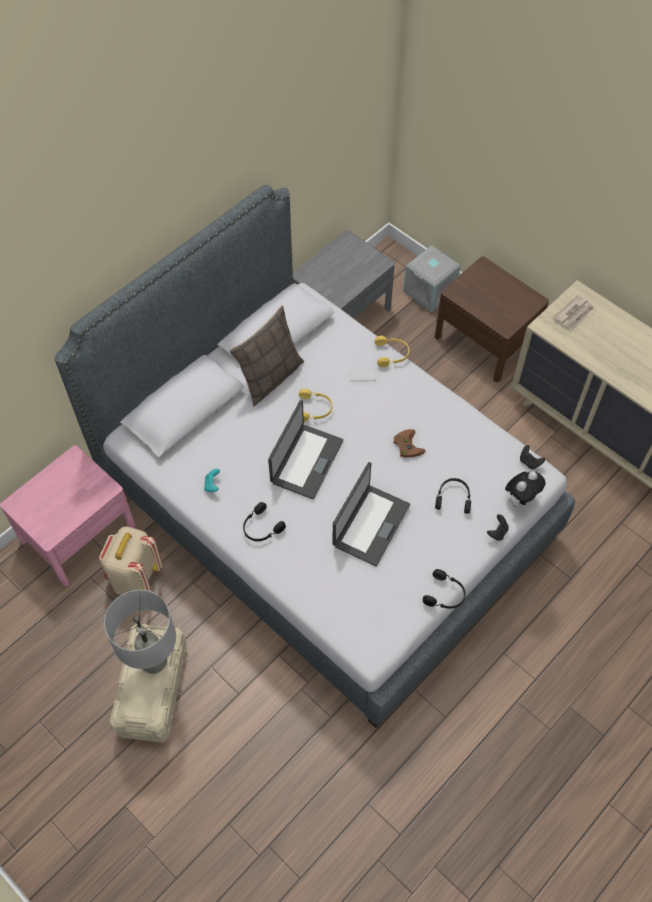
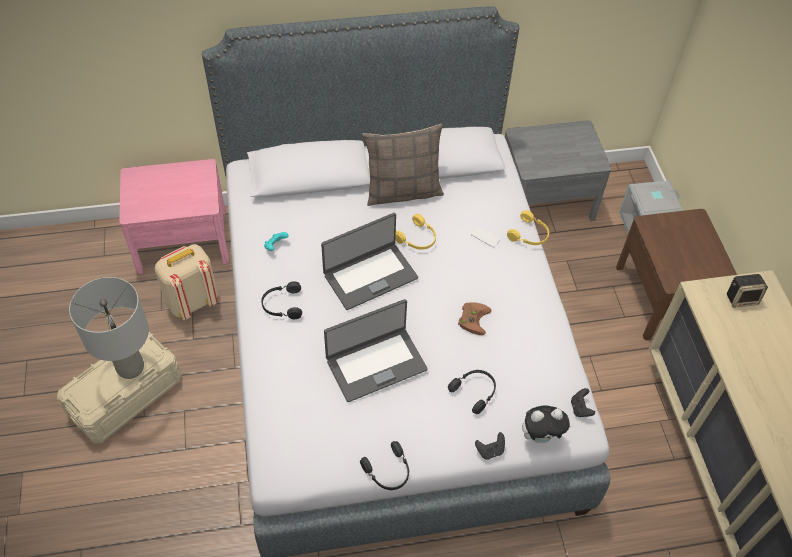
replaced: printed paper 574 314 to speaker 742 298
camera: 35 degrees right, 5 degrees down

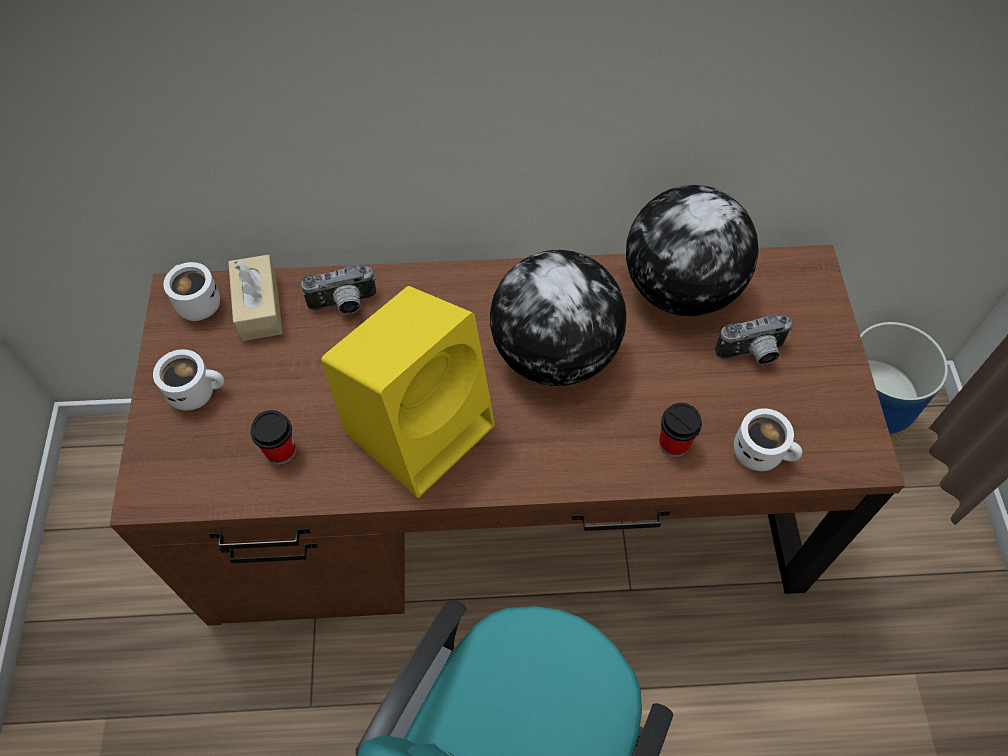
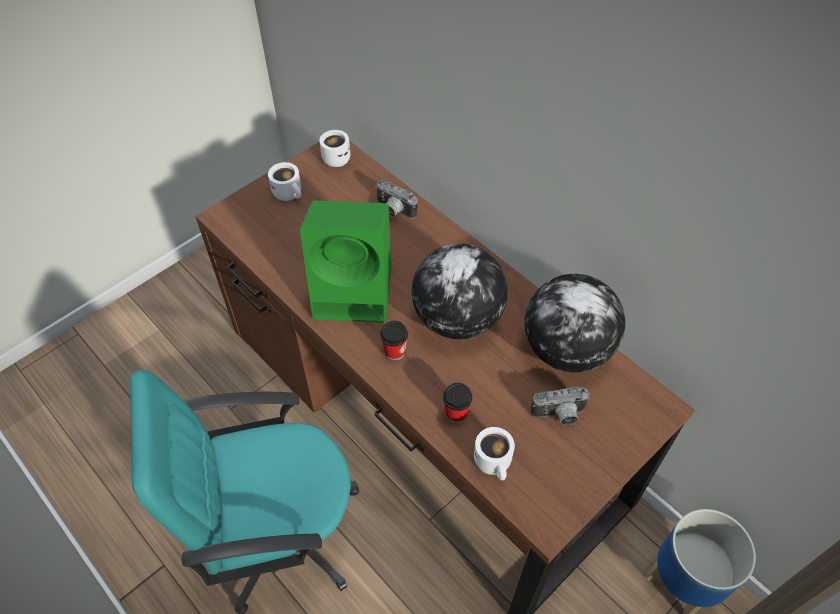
removed: box of tissues in beige 259 307
moved: cup 281 451 to 394 351
recoloured: speaker in yellow 421 425 to speaker in greenish 355 291
turned: still camera 752 355 = 559 415 45 degrees counterclockwise
camera: 50 degrees right, 5 degrees down

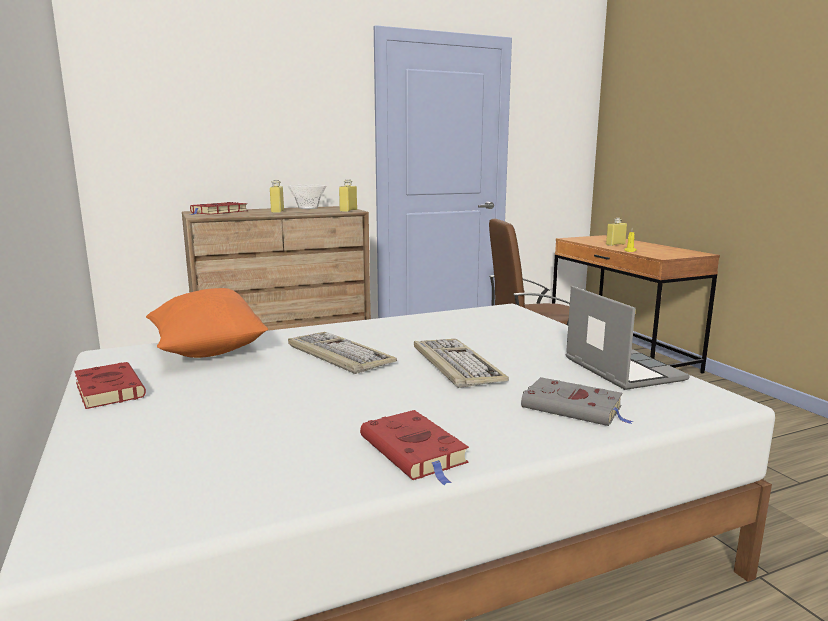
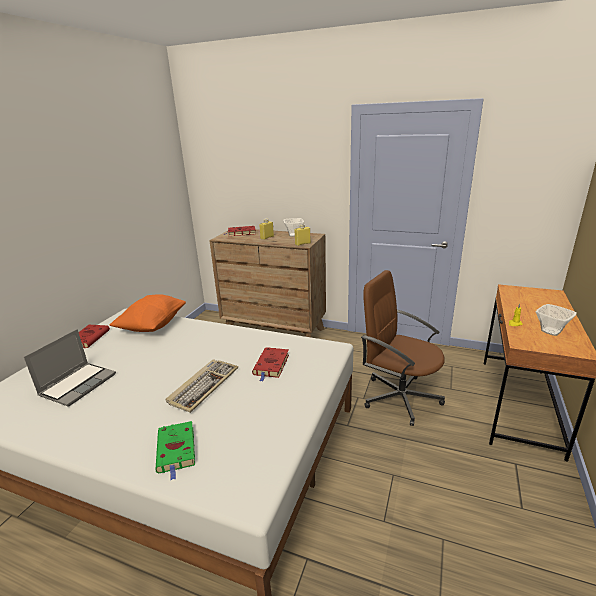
removed: keyboard 338 355; beverage bottle in yellow 615 244
added: bowl 552 331
moved: bound book in reddish 415 452 to 271 365; portable computer 620 369 to 78 384
recoloured: bound book in gray 574 408 to bound book in greenish 176 450
camera: 45 degrees right, 10 degrees up

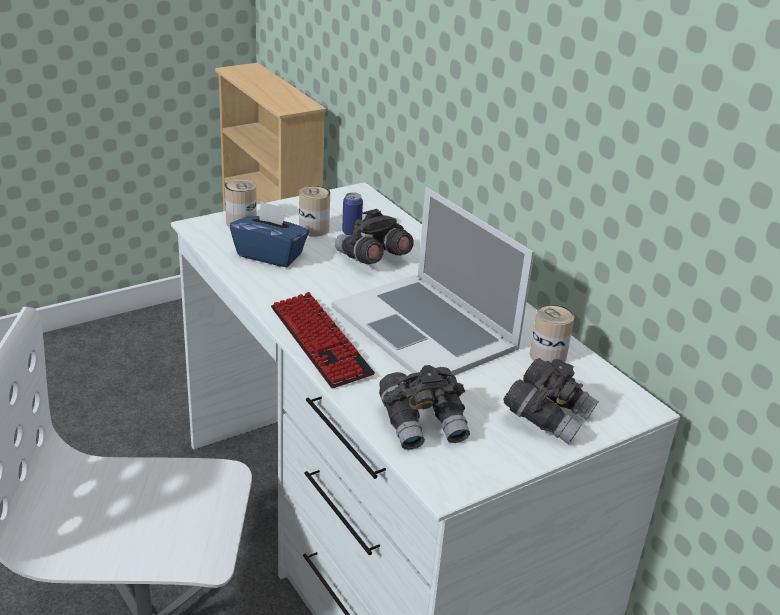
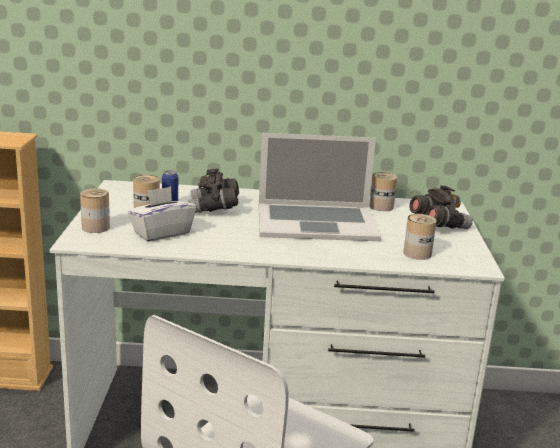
removed: keyboard 320 341
replaced: pair of binoculars in gray 424 424 to can 417 253
recoloured: box of tissues in blue 270 255 to box of tissues in white 161 233
camera: 55 degrees left, 10 degrees down

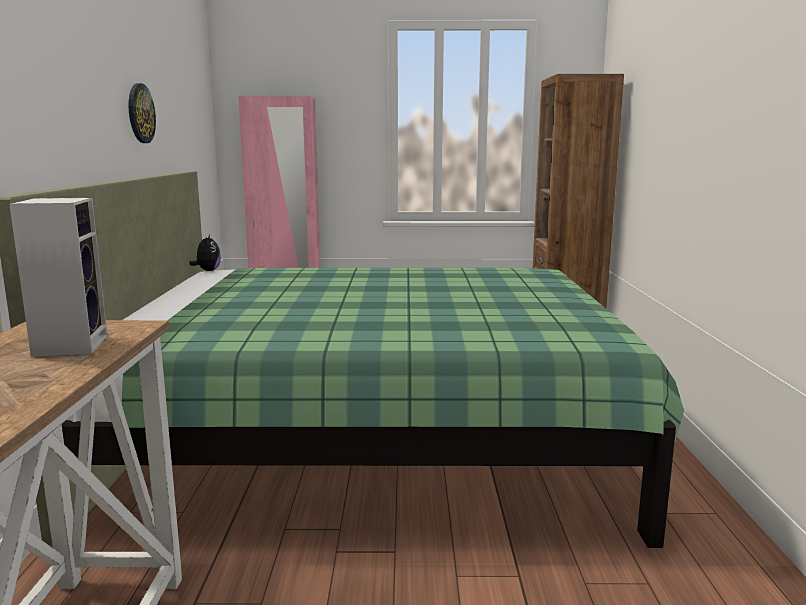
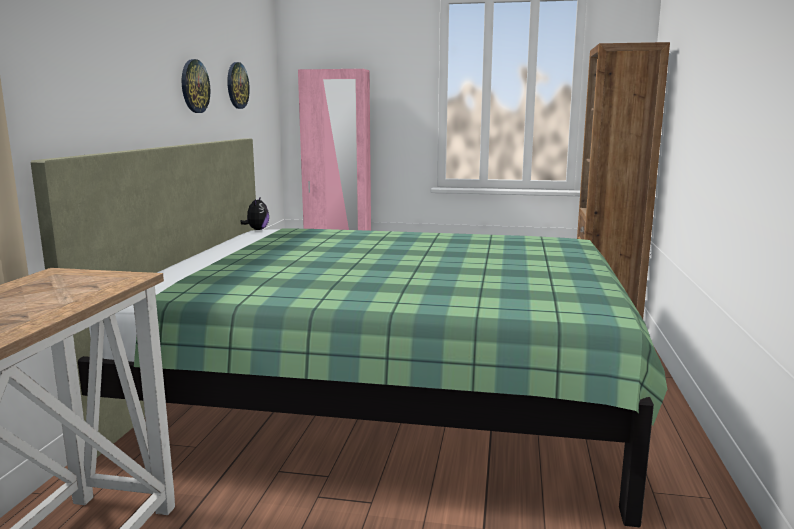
removed: speaker 70 345
added: wall clock 237 85
camera: 10 degrees right, 0 degrees up

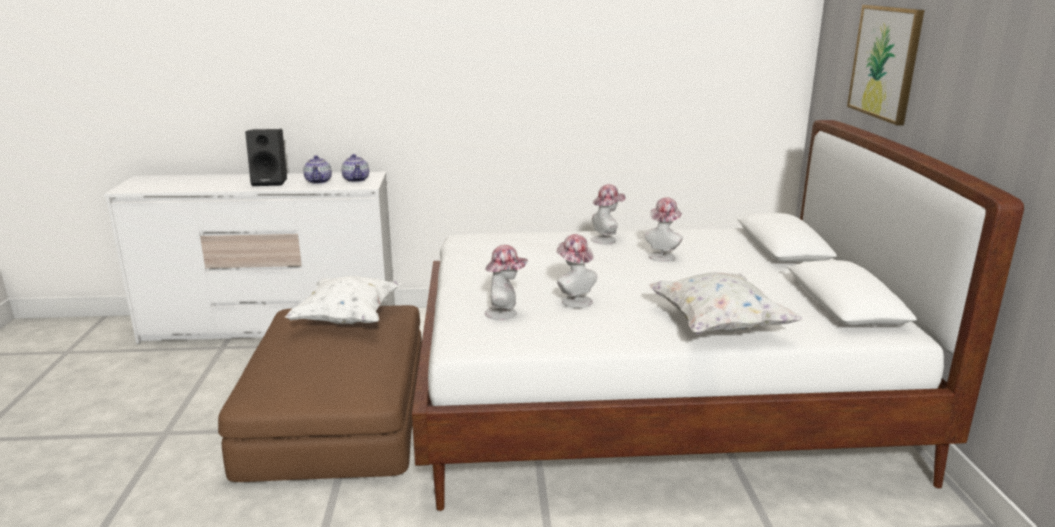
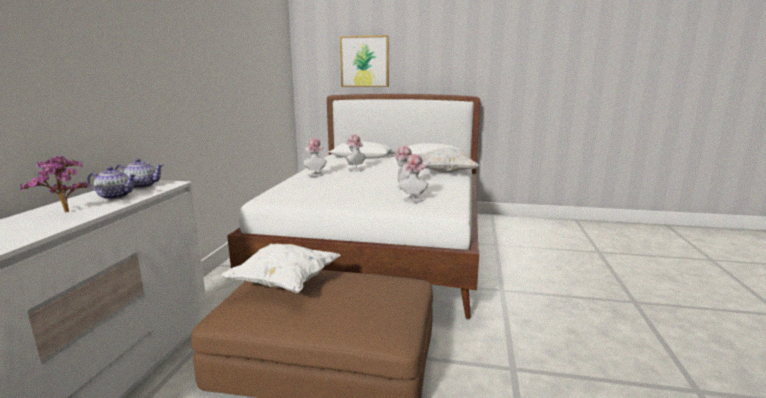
replaced: speaker in black-coloured 271 182 to potted plant 66 213
camera: 75 degrees left, 5 degrees down

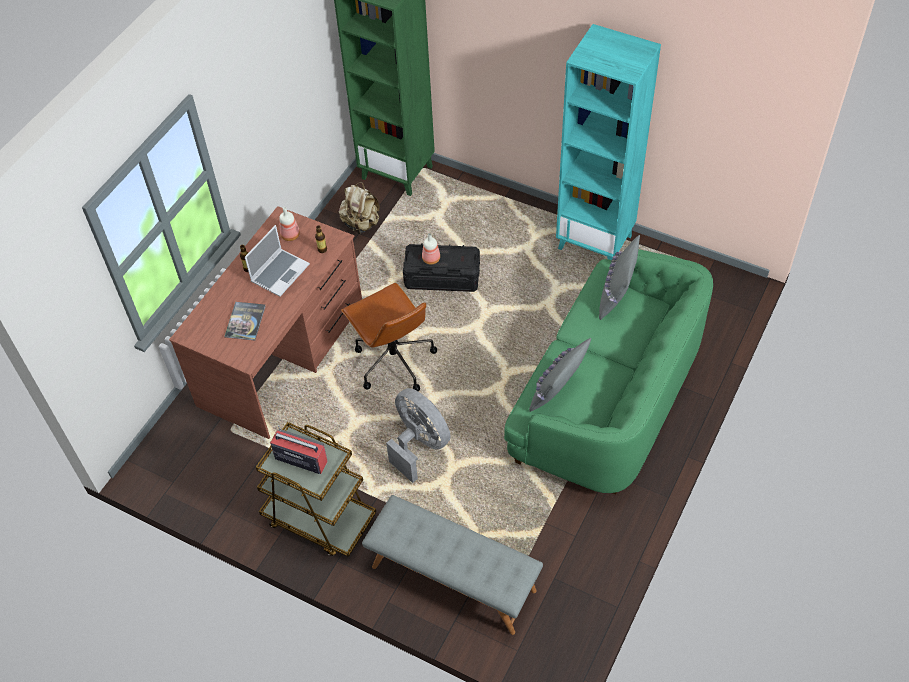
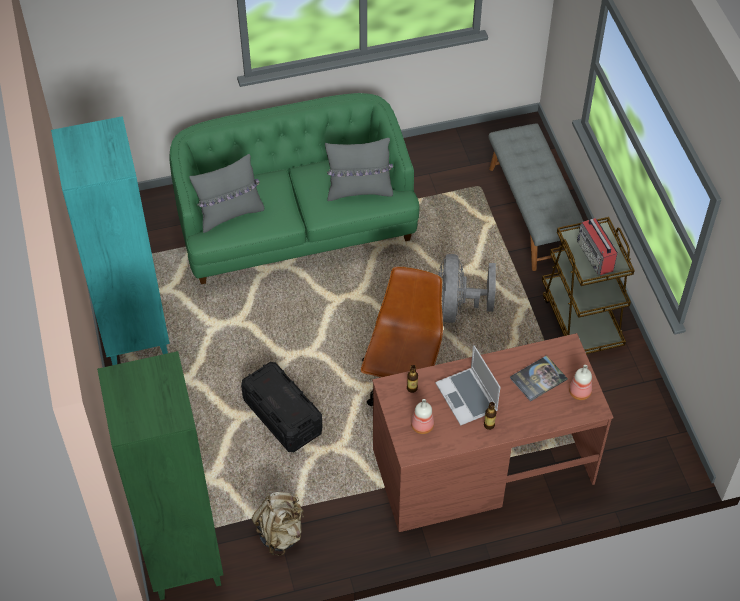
moved: beverage bottle 430 259 to 580 393
turned: portable computer 280 273 = 467 398 105 degrees counterclockwise
camera: 135 degrees left, 0 degrees up

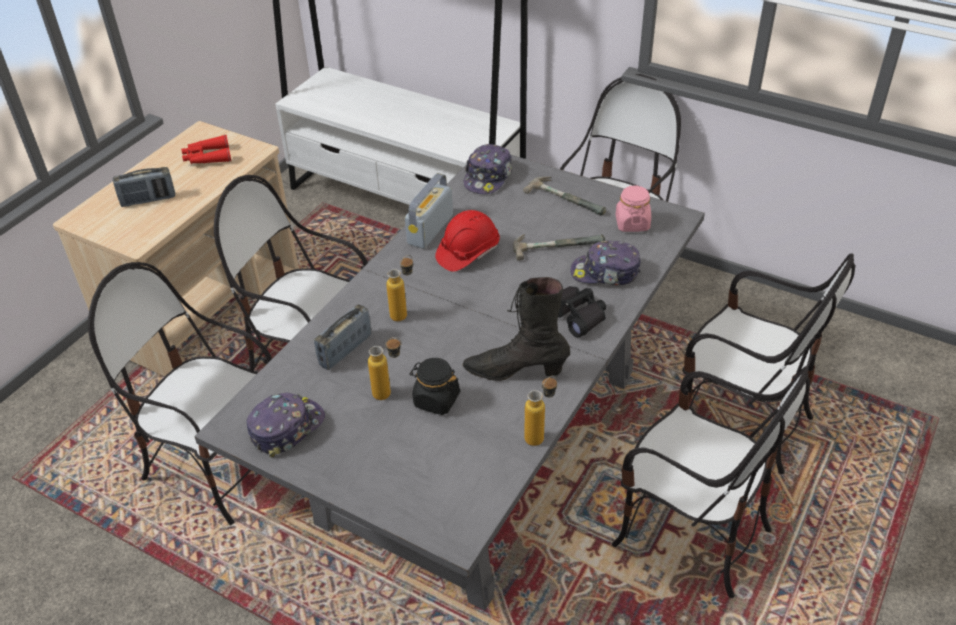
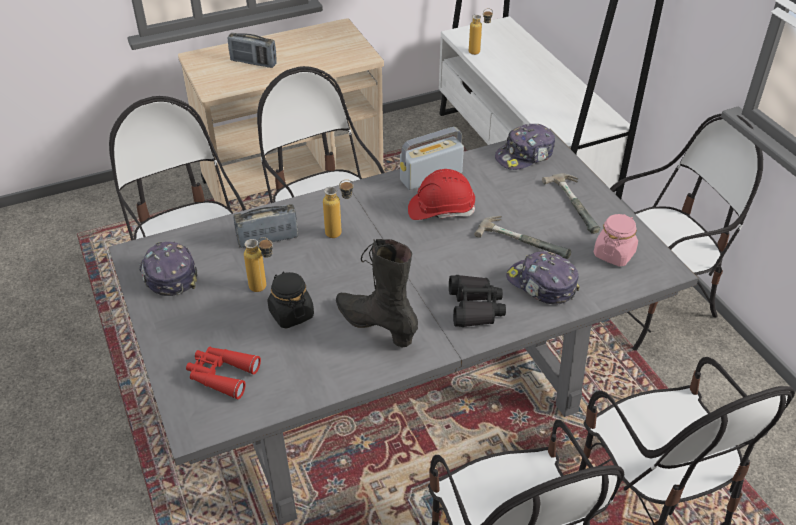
moved: pair of binoculars in reddish 207 157 to 221 375; beverage bottle 540 435 to 479 52
turned: peaked cap 286 428 = 169 274 105 degrees counterclockwise
camera: 35 degrees right, 0 degrees up

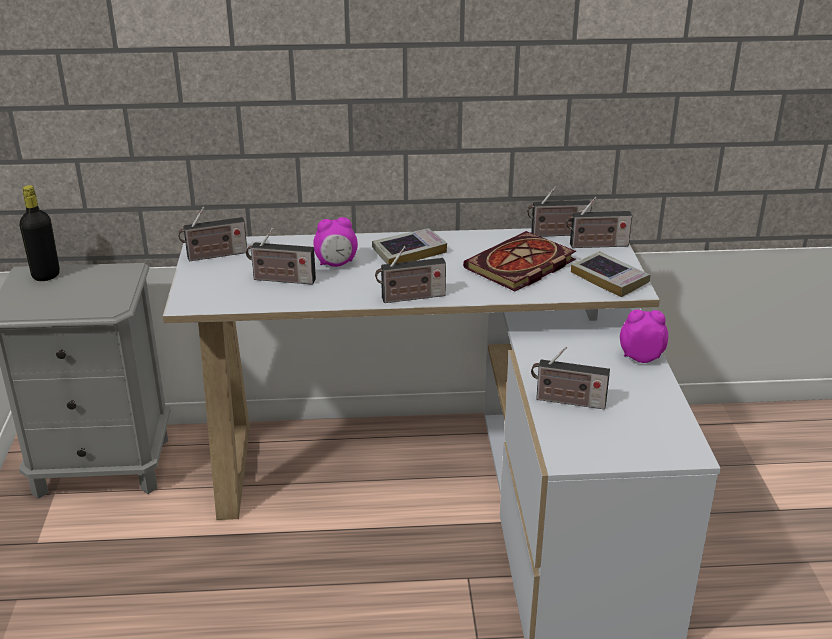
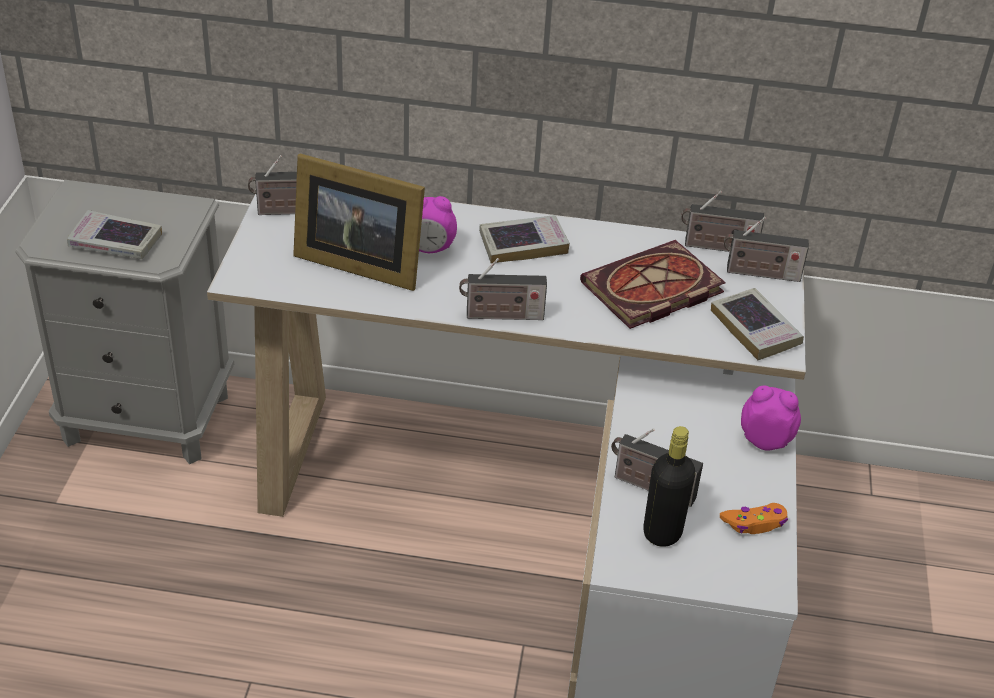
added: bound book 115 242; joypad in orange-coloured 754 523
moved: beverage bottle in black-coloured 46 275 to 662 533
replaced: radio receiver 281 280 to picture frame 357 262
camera: 10 degrees right, 10 degrees up

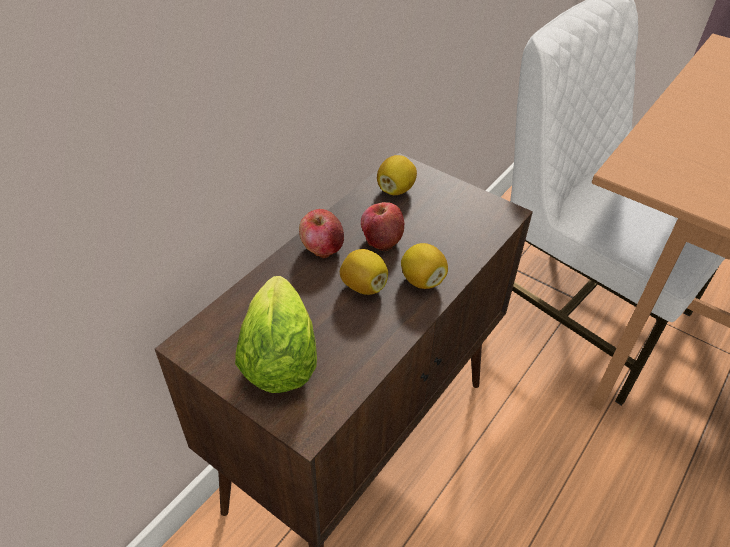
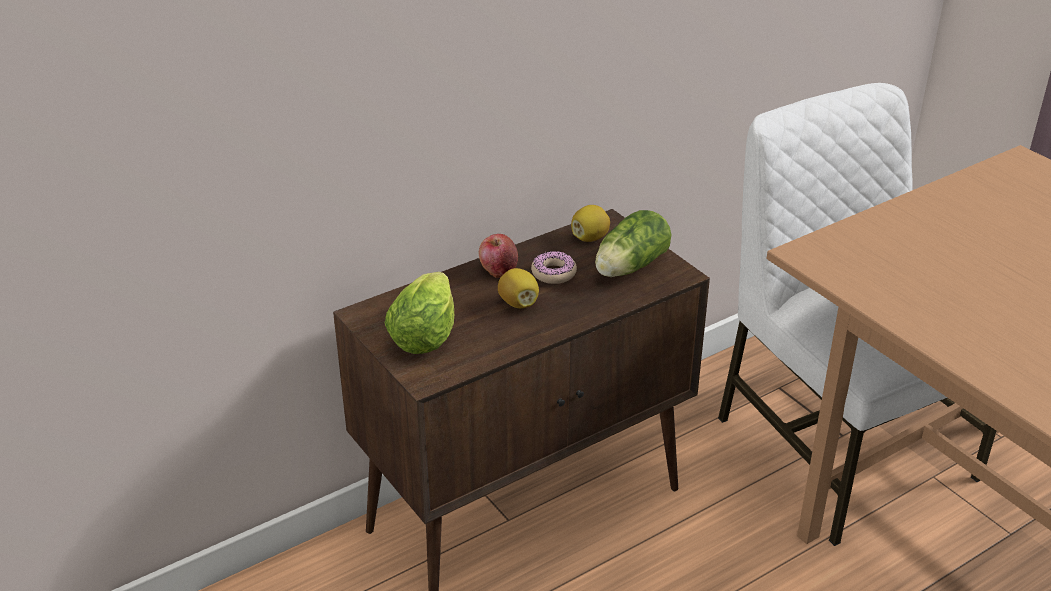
removed: whole lemon 422 280
added: lettuce head 628 267
replaced: whole apple 381 239 to doughnut 553 273
camera: 20 degrees right, 10 degrees down

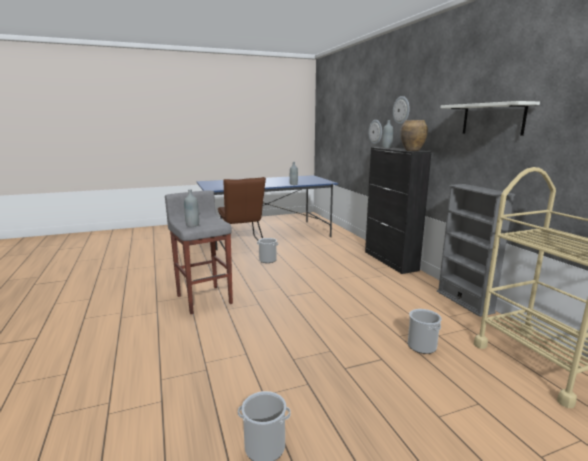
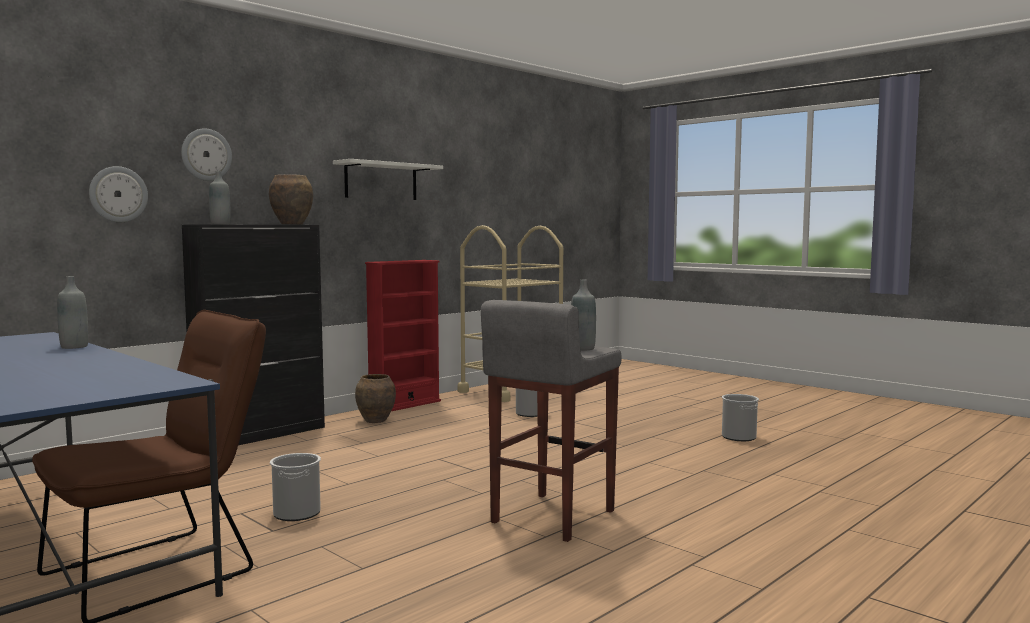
added: decorative vase in brown 375 421
recoloured: bookshelf in gray 464 301 to bookshelf in reddish 405 405
camera: 115 degrees left, 10 degrees down

